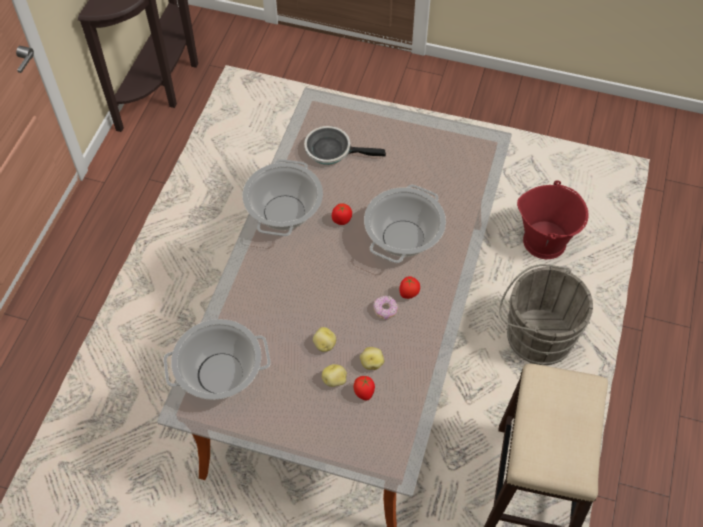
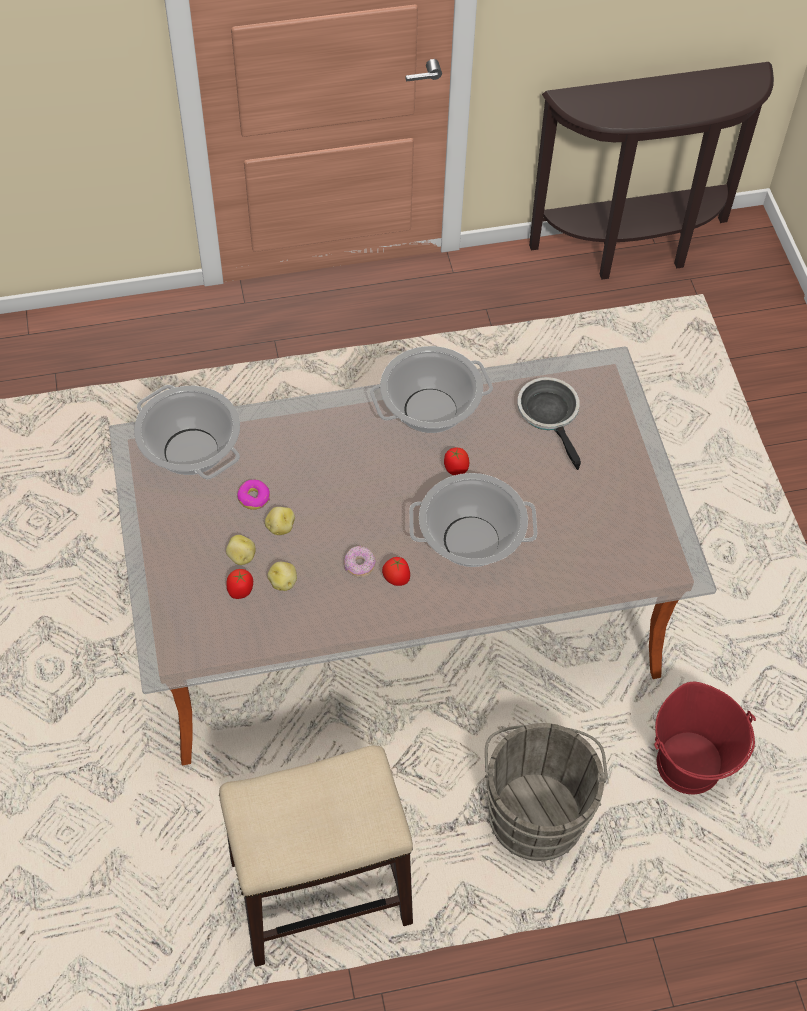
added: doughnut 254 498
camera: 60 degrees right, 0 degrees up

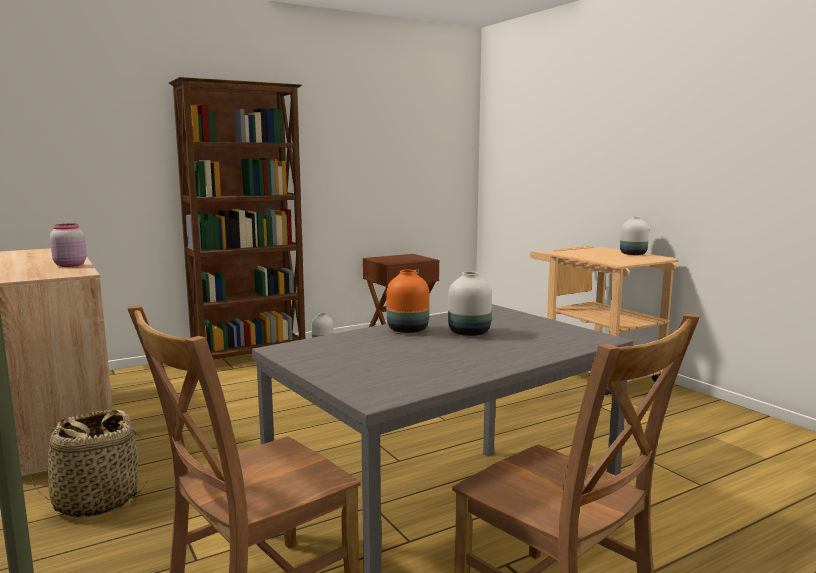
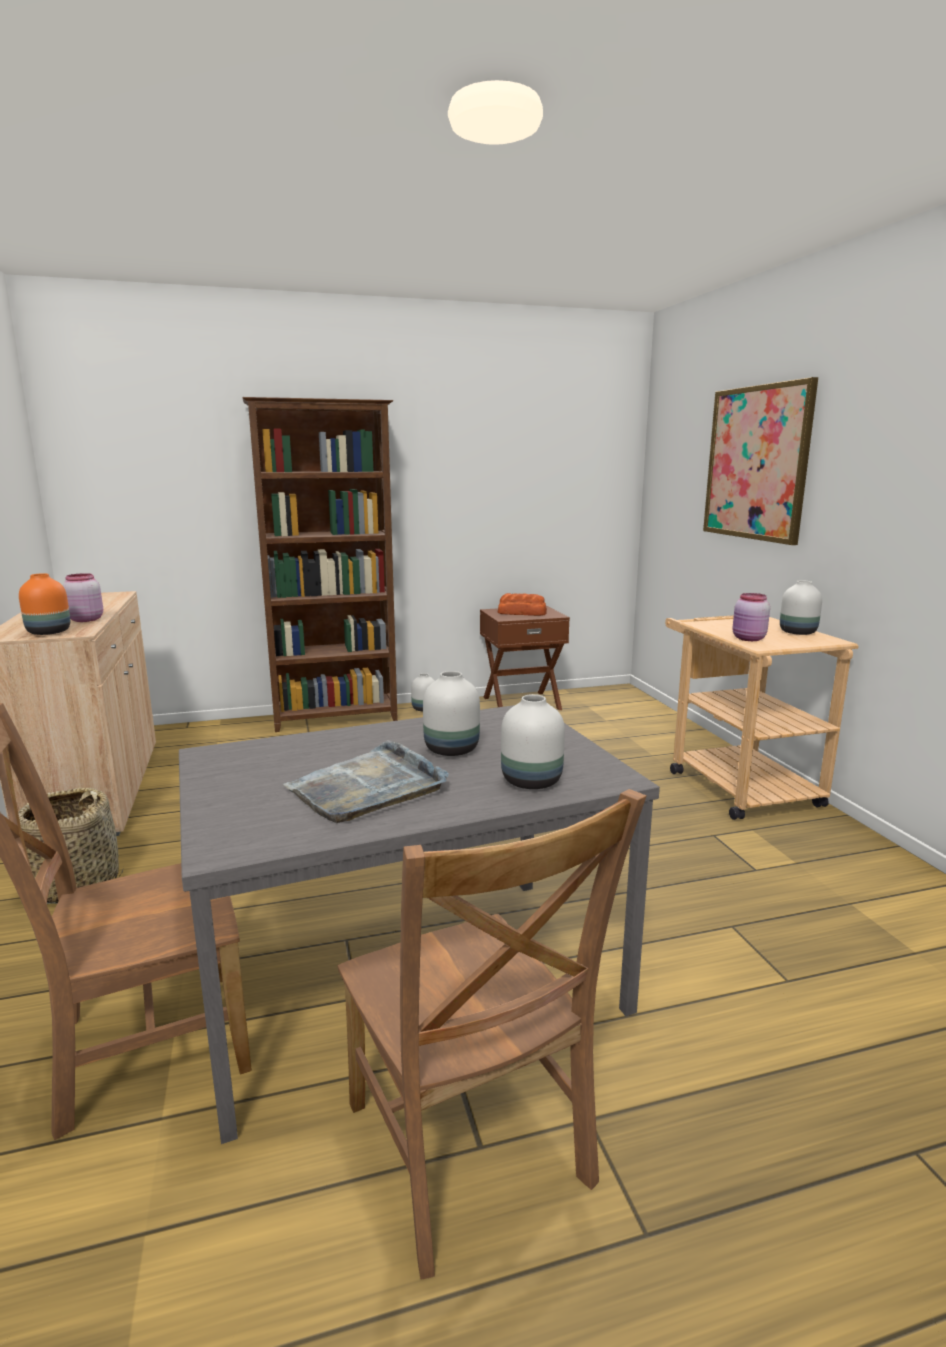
added: serving tray in gray 368 787; baked bread 522 613; decorative vase in white 531 780; wall picture 756 463; preserve jar in pink 748 639
moved: decorative vase in orange-coloured 407 329 to 49 632
camera: 15 degrees right, 5 degrees up

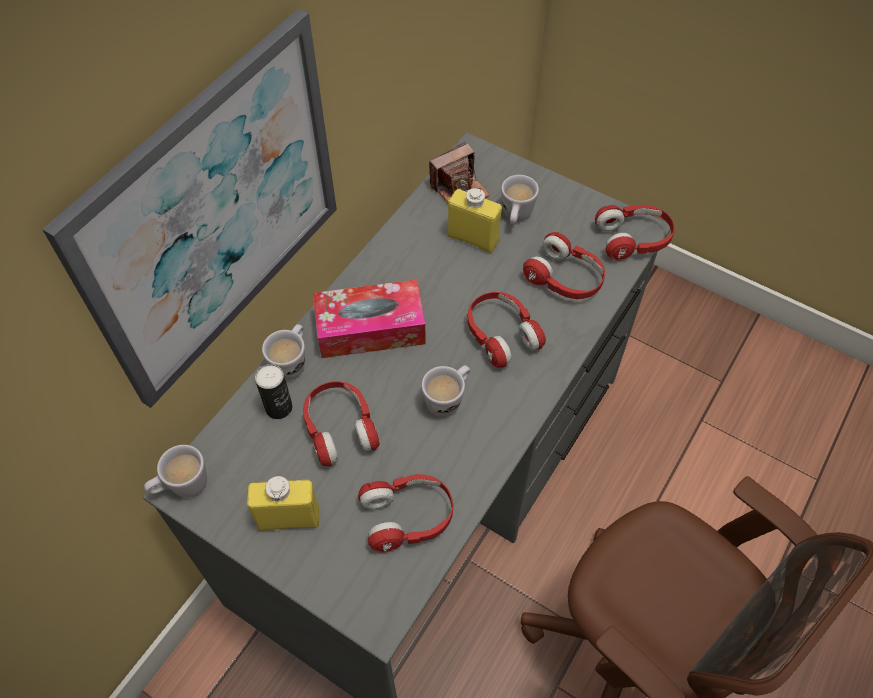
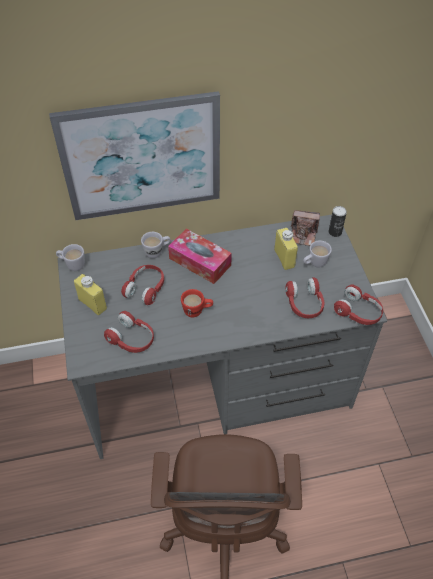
removed: pair of headphones in reddish 501 335
moved: can 279 407 to 335 232
recoloured: tea mug in white 448 399 to tea mug in reddish 197 311
camera: 45 degrees right, 5 degrees down

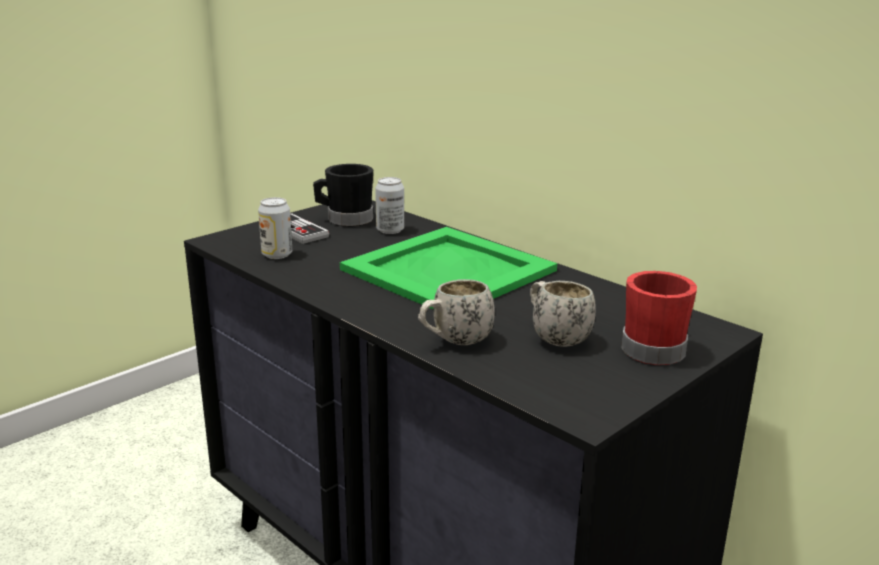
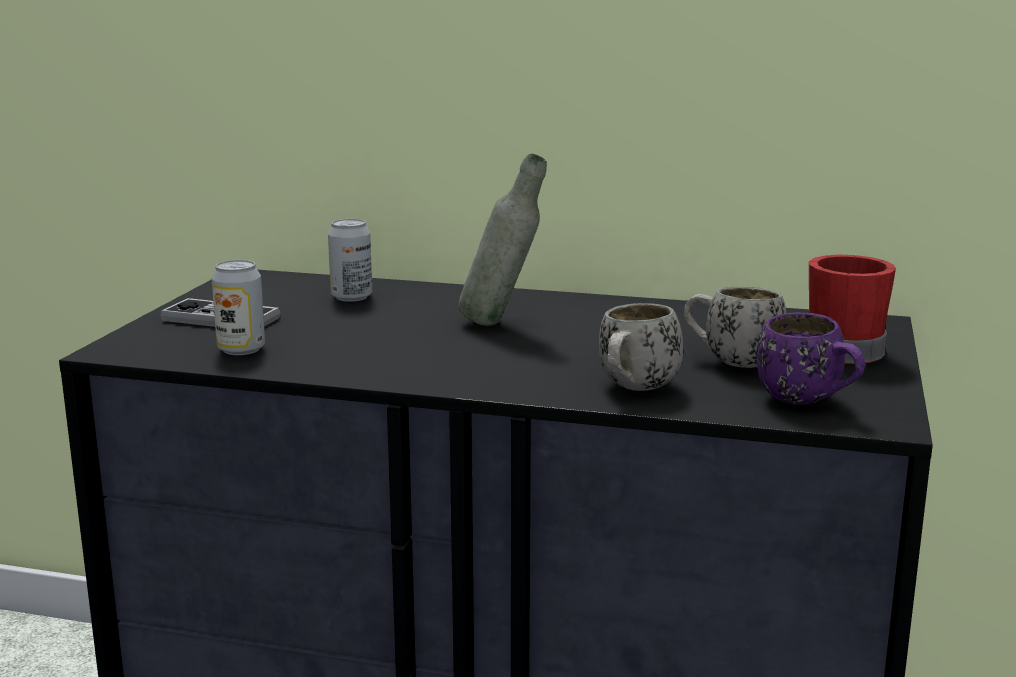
removed: tea mug in black-coloured 344 219
added: tea mug in purplish 809 402
replaced: serving tray in greenish 448 271 to beverage bottle in gray 501 324
camera: 30 degrees left, 5 degrees down

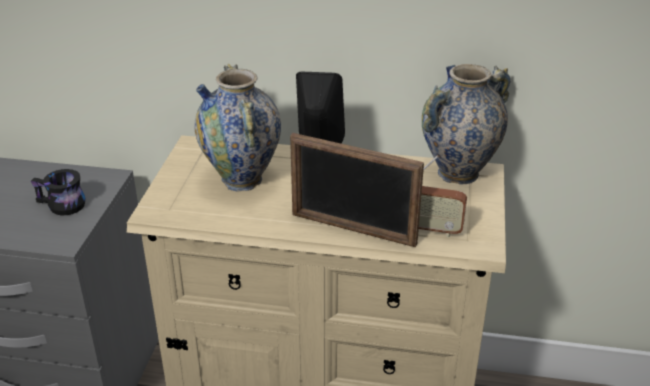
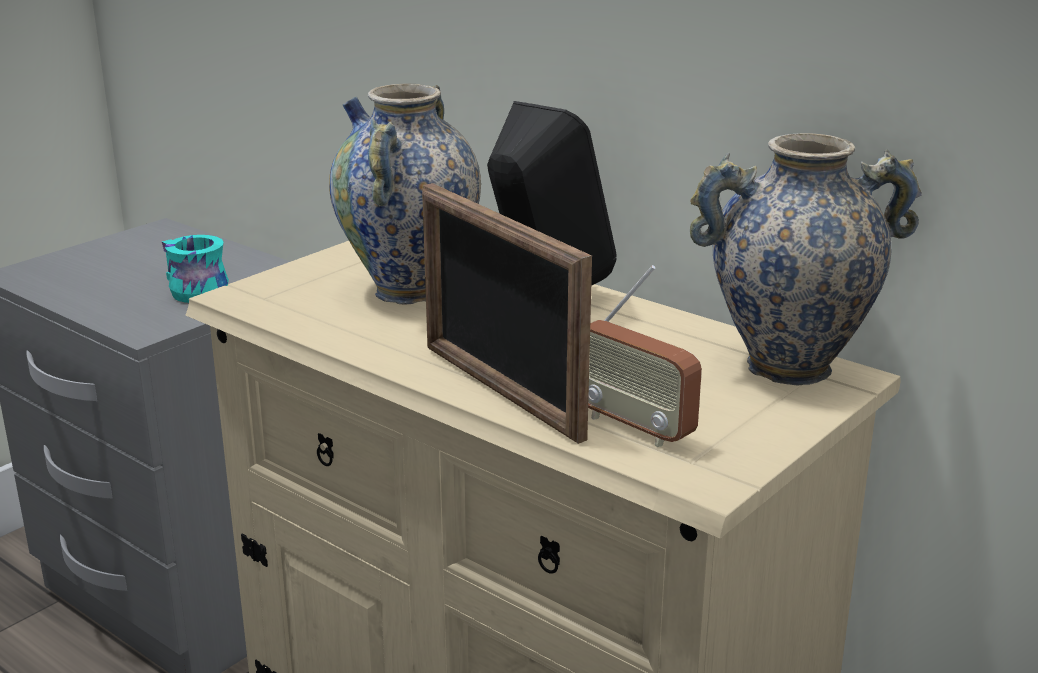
recoloured: tea mug in black-coloured 60 206 to tea mug in turquoise 190 291
camera: 30 degrees right, 10 degrees down

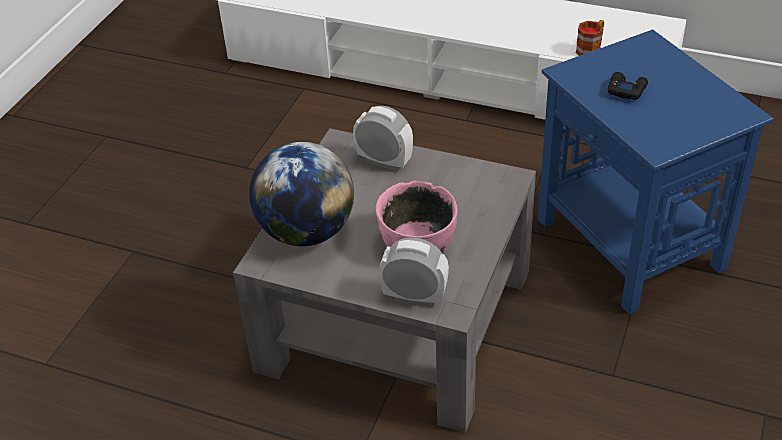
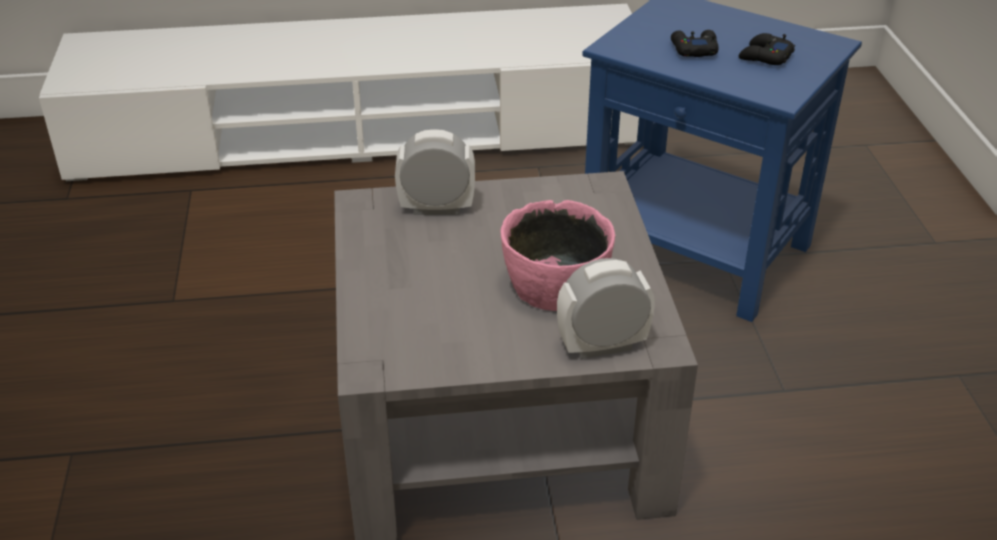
removed: desk globe 306 232; tea mug 591 49
added: joypad in black-coloured 765 57
camera: 30 degrees left, 5 degrees down

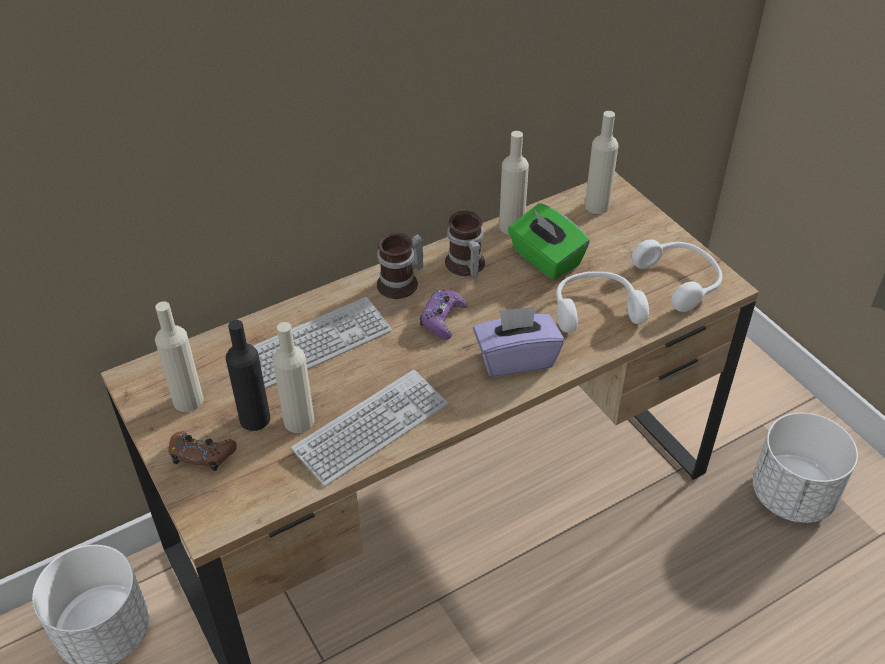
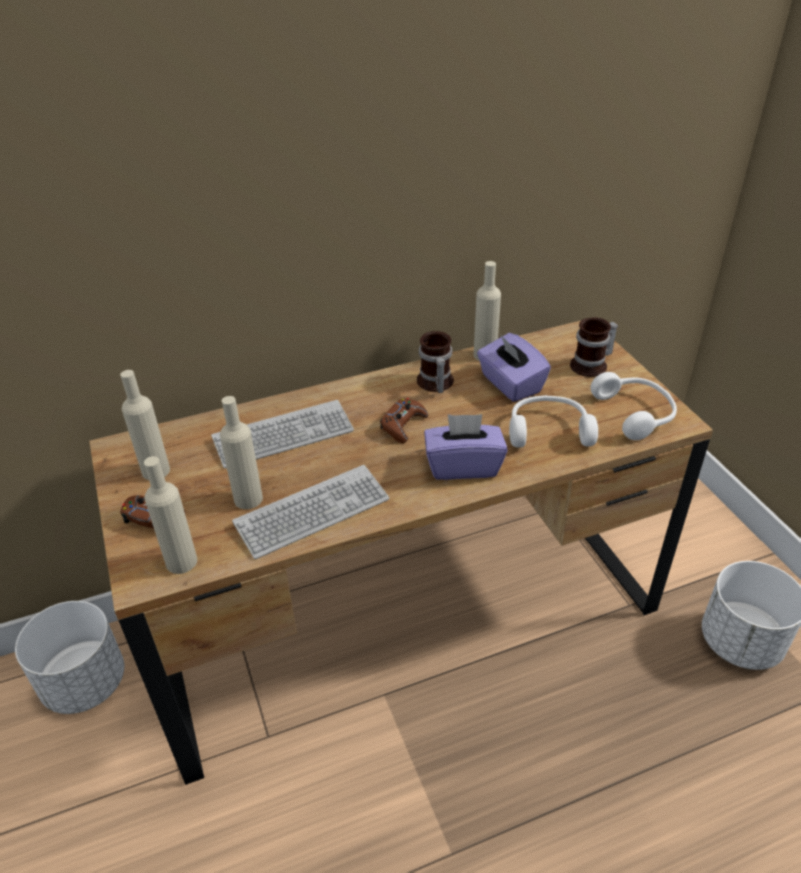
removed: beverage bottle in black-coloured 255 419
moved: tea mug 402 284 to 592 366; beverage bottle in beige 597 206 to 181 561
recoloured: joypad in purplish 443 319 to joypad in brown 403 425; box of tissues in greenish 545 259 to box of tissues in purplish 510 384
camera: 10 degrees right, 5 degrees down

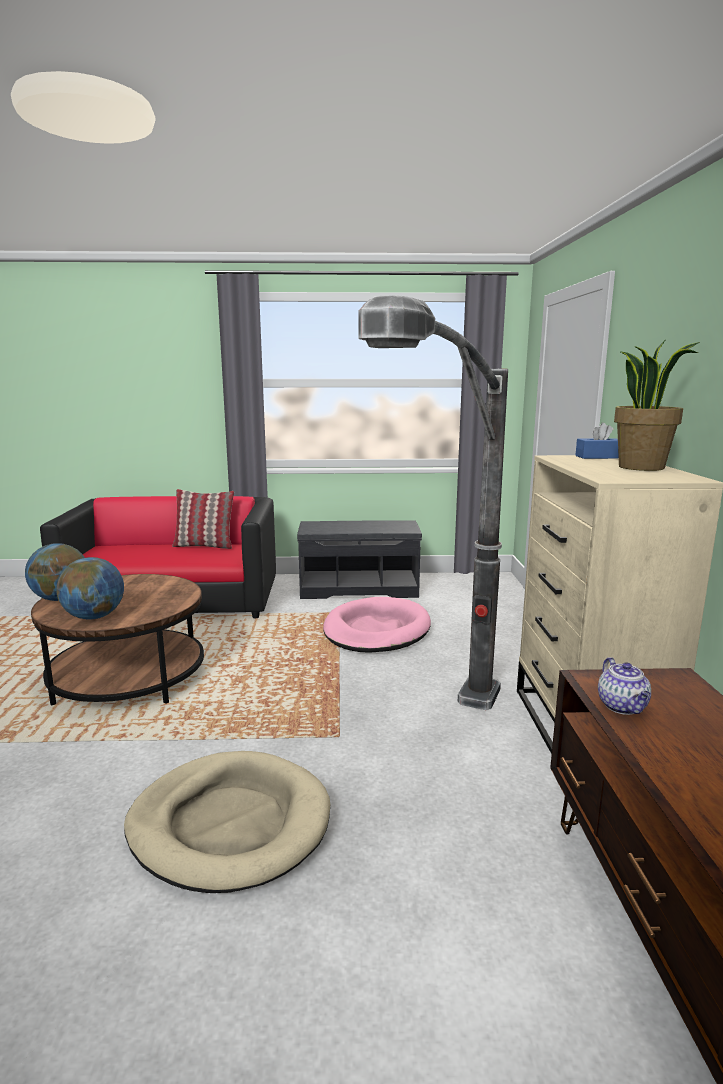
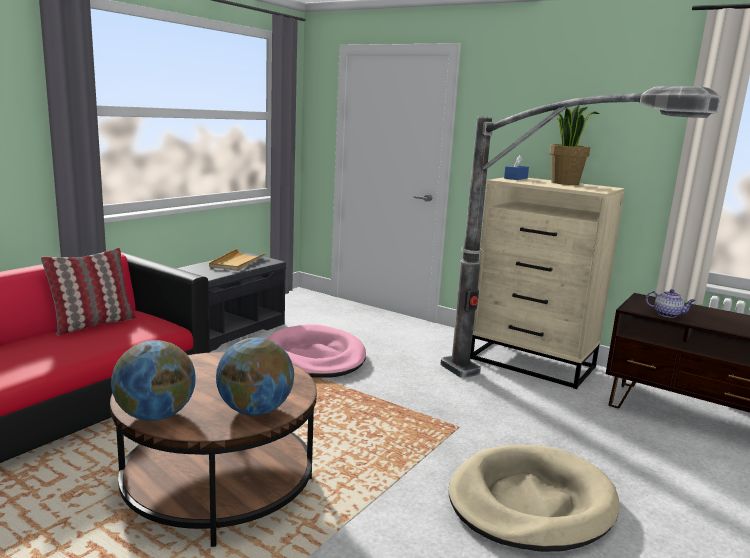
added: serving tray in beige 237 262
camera: 55 degrees left, 0 degrees up

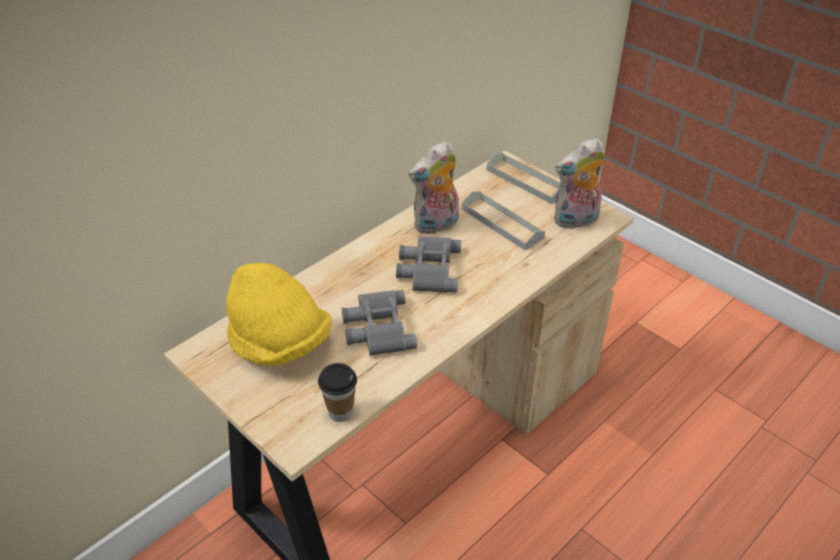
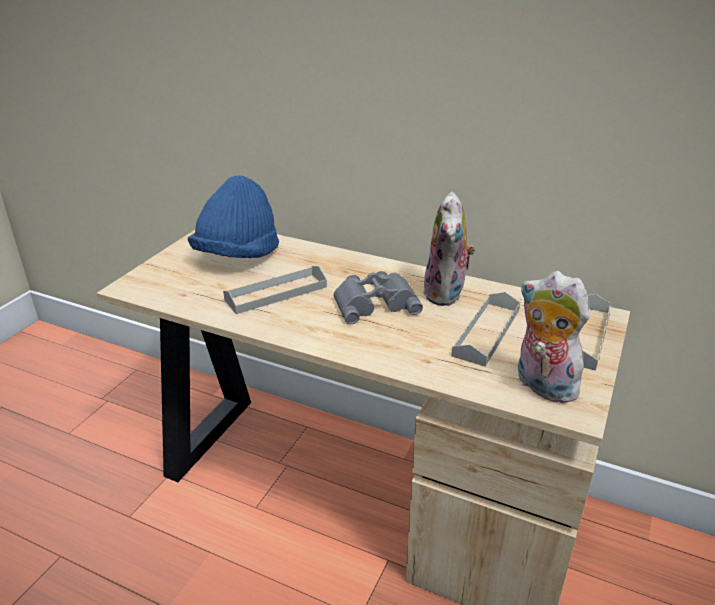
removed: cup 340 412
replaced: pair of binoculars in gray 377 328 to serving tray in gray 276 293
recoloured: hat in yellow 279 343 to hat in blue 237 256
turned: plush toy 436 225 = 447 294 120 degrees counterclockwise
camera: 70 degrees right, 10 degrees down

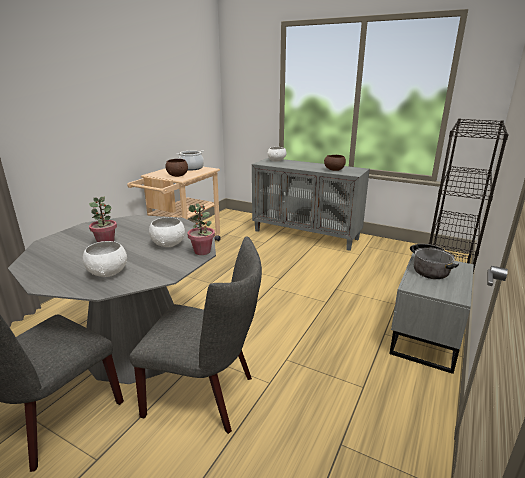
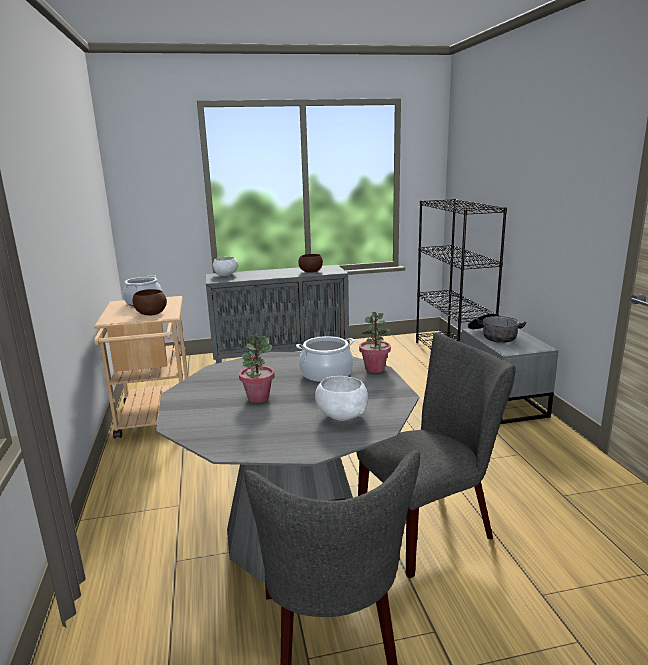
replaced: bowl in white 168 244 to cooking pot 326 375
camera: 40 degrees left, 5 degrees down

